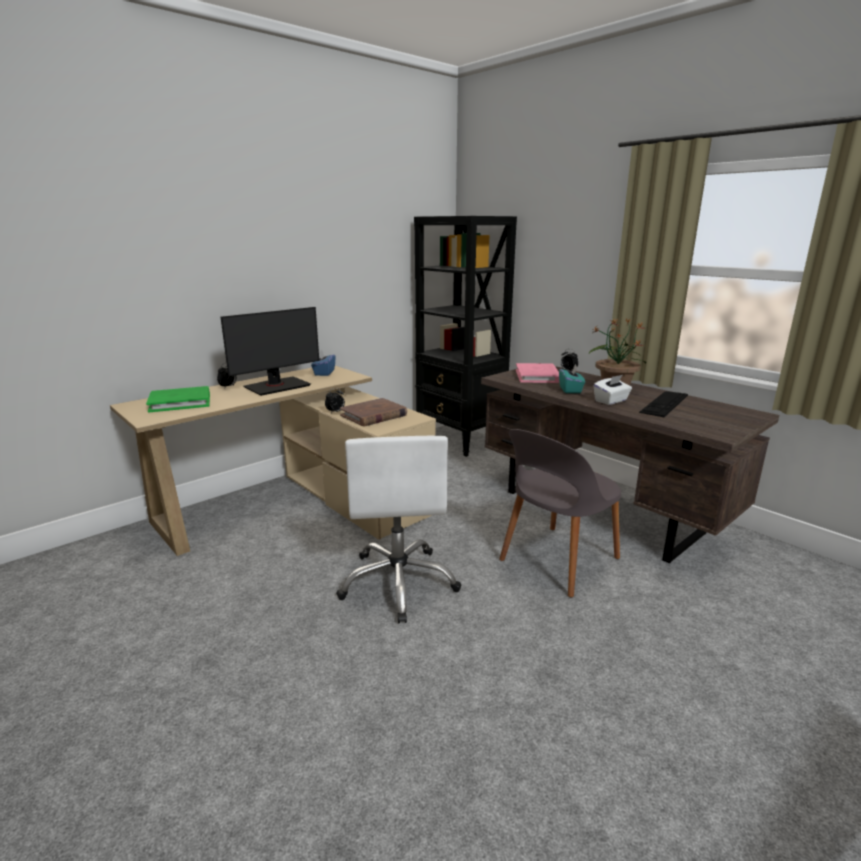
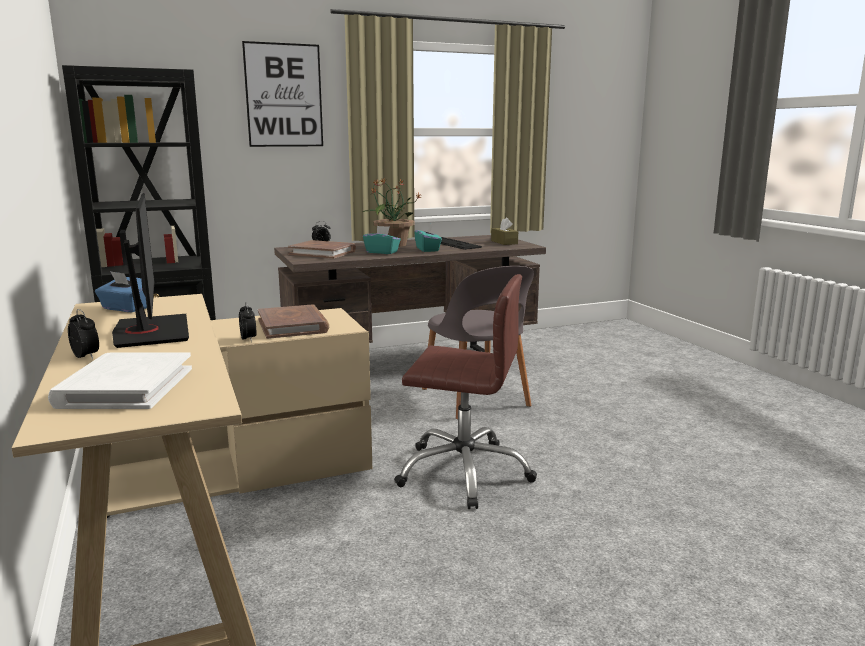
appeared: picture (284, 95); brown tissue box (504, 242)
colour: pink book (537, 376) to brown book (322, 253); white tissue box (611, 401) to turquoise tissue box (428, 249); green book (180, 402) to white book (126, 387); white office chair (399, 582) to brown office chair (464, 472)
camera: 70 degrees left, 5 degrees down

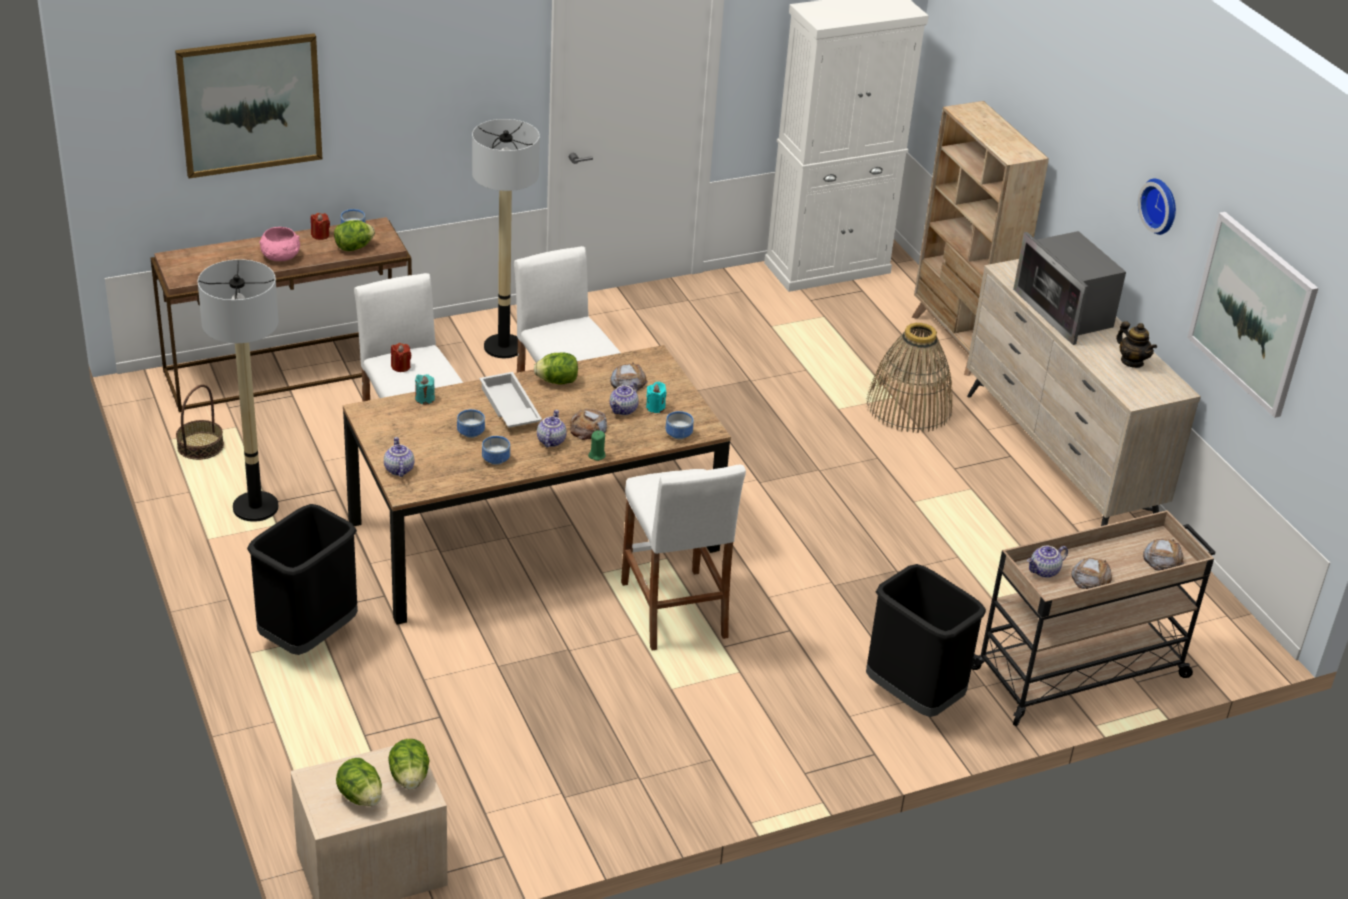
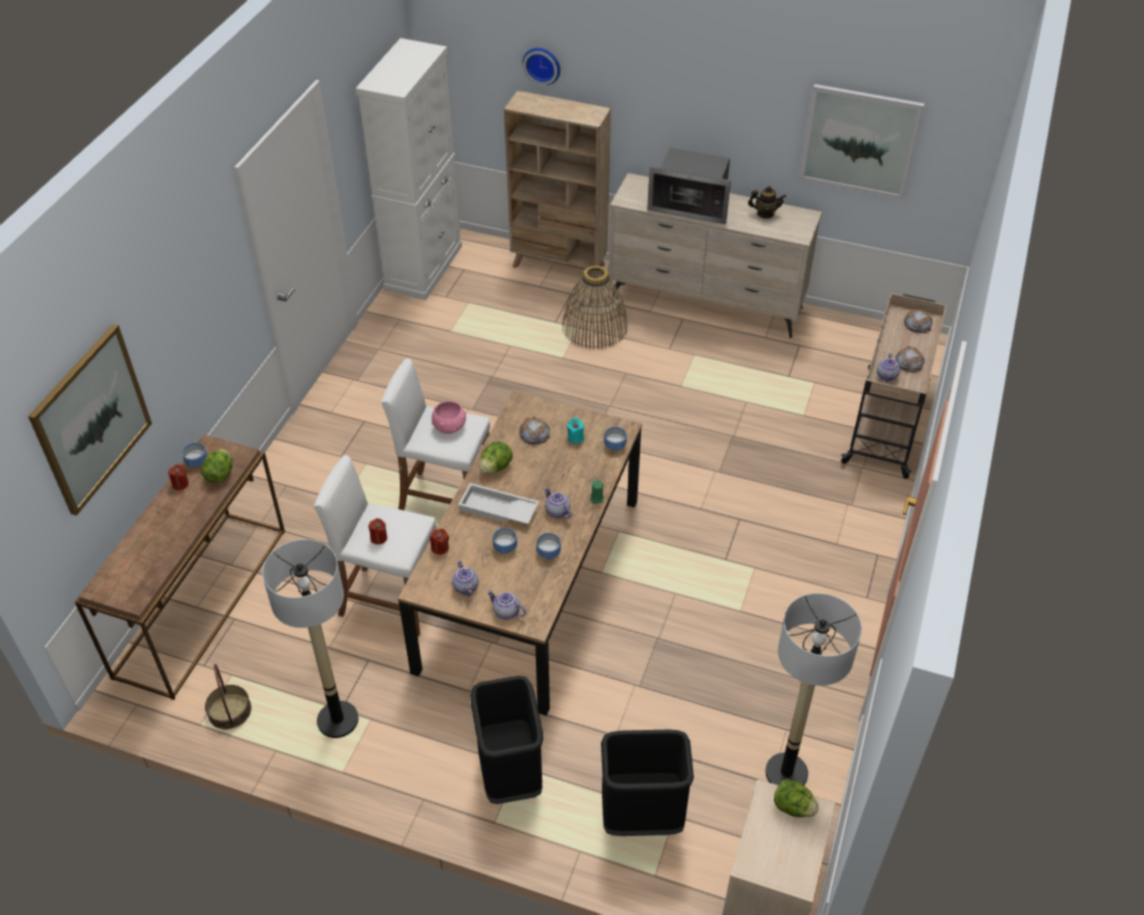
missing: bread (588, 428); white stool (674, 610); lettuce (360, 796)
relocated: floor lamp (503, 347) to (786, 773); wall clock (1161, 205) to (542, 64); pink bowl (281, 257) to (450, 426); teapot (624, 410) to (466, 587); black trash can (912, 696) to (641, 818)
colour: turquoise candle (425, 399) to red candle (440, 548)
camera: 45 degrees left, 10 degrees up

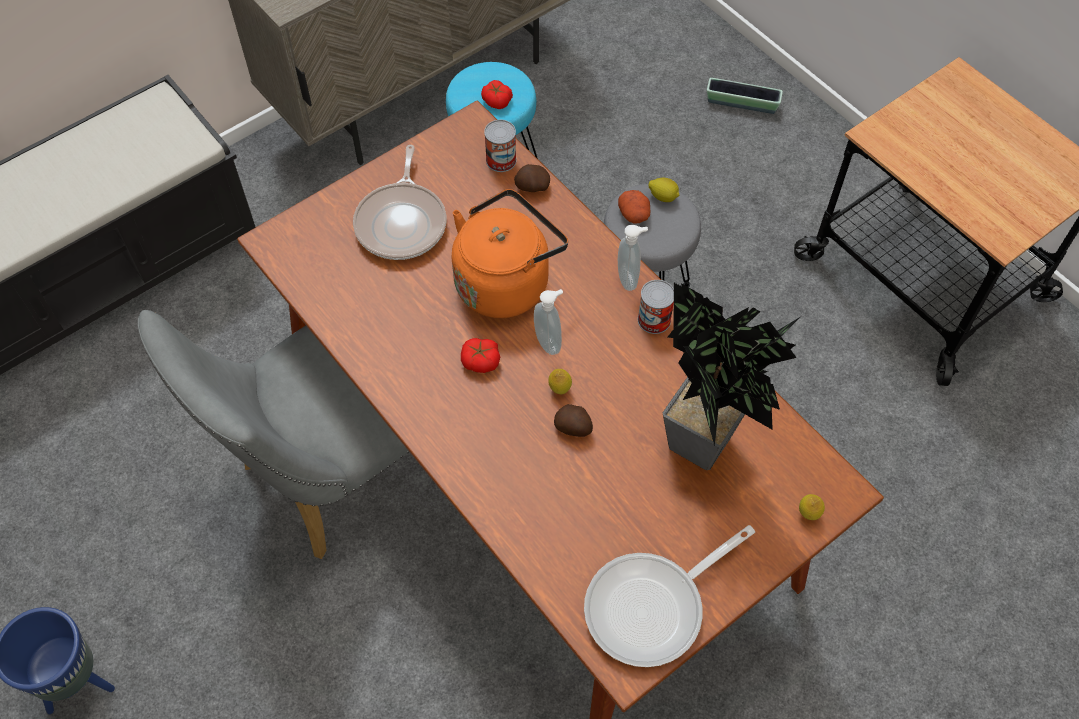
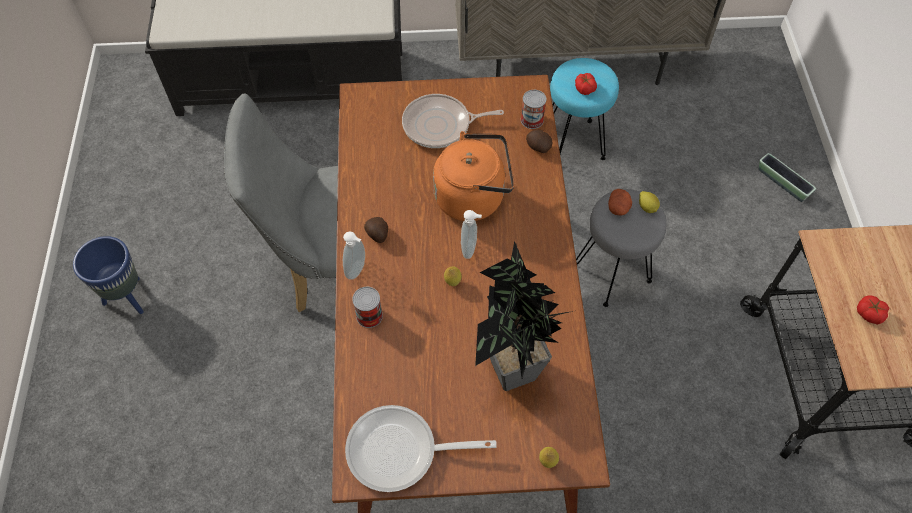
relocated: soap dispenser (629, 278) to (357, 270); can (654, 319) to (369, 316); tomato (481, 361) to (869, 313); potato (574, 428) to (377, 235)
spun: frying pan (402, 222) = (440, 125) 45 degrees clockwise
camera: 35 degrees right, 0 degrees up

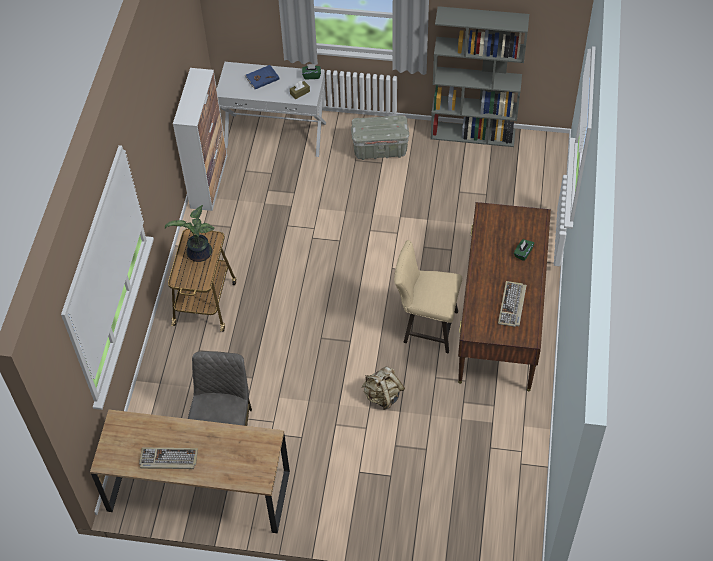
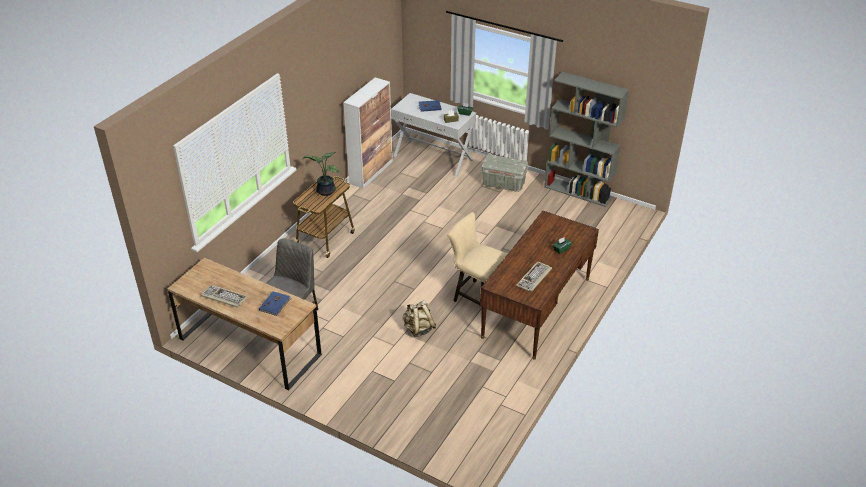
appeared: blue book (275, 304)
camera: 20 degrees right, 15 degrees down

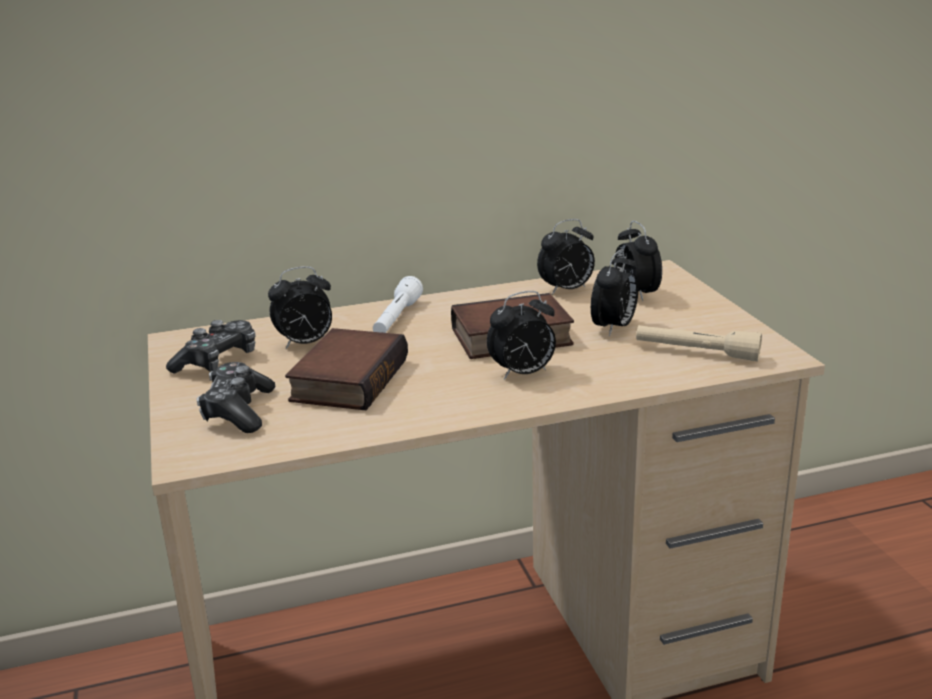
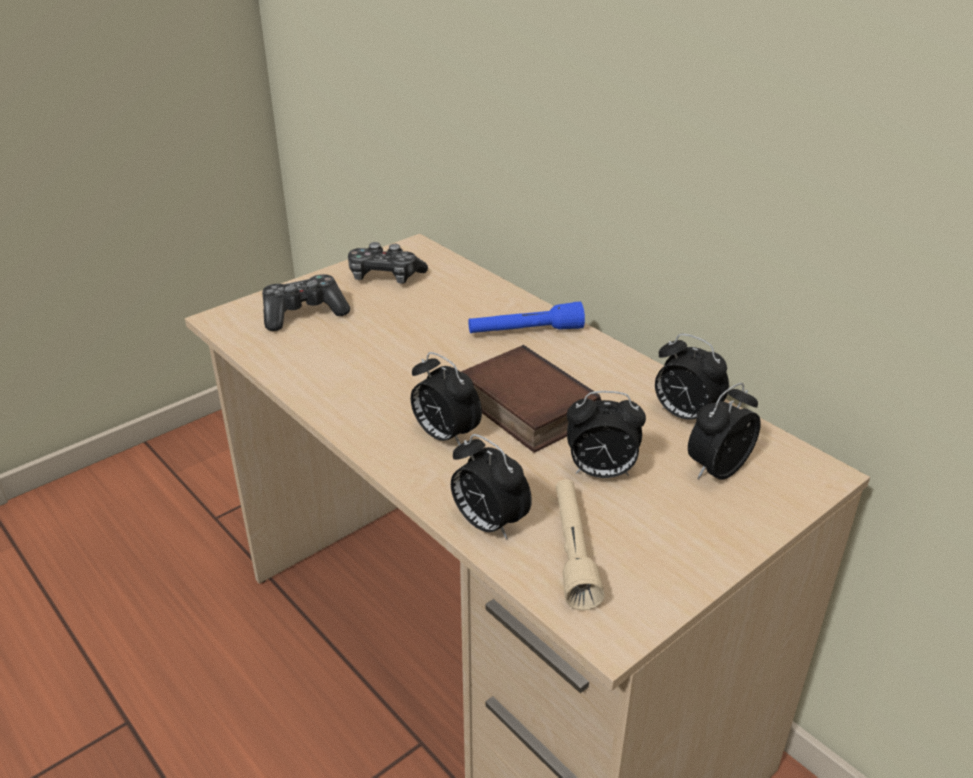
missing: book (347, 379)
relocated: alarm clock (305, 344) to (488, 524)
colour: white flashlight (397, 319) to blue flashlight (525, 332)
camera: 65 degrees right, 10 degrees up

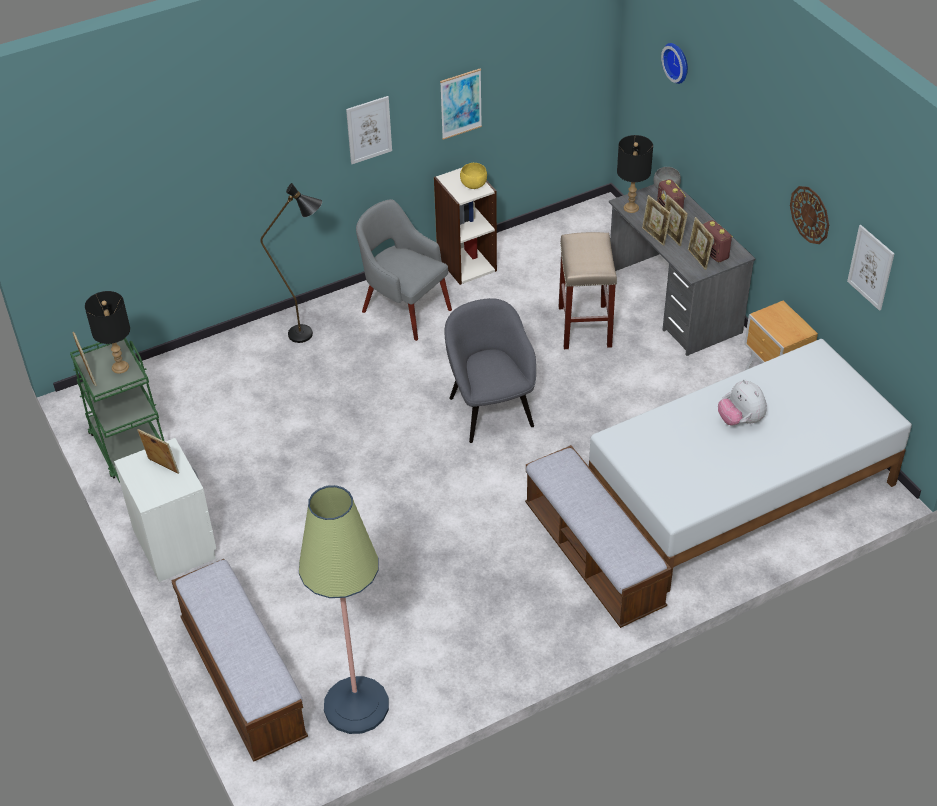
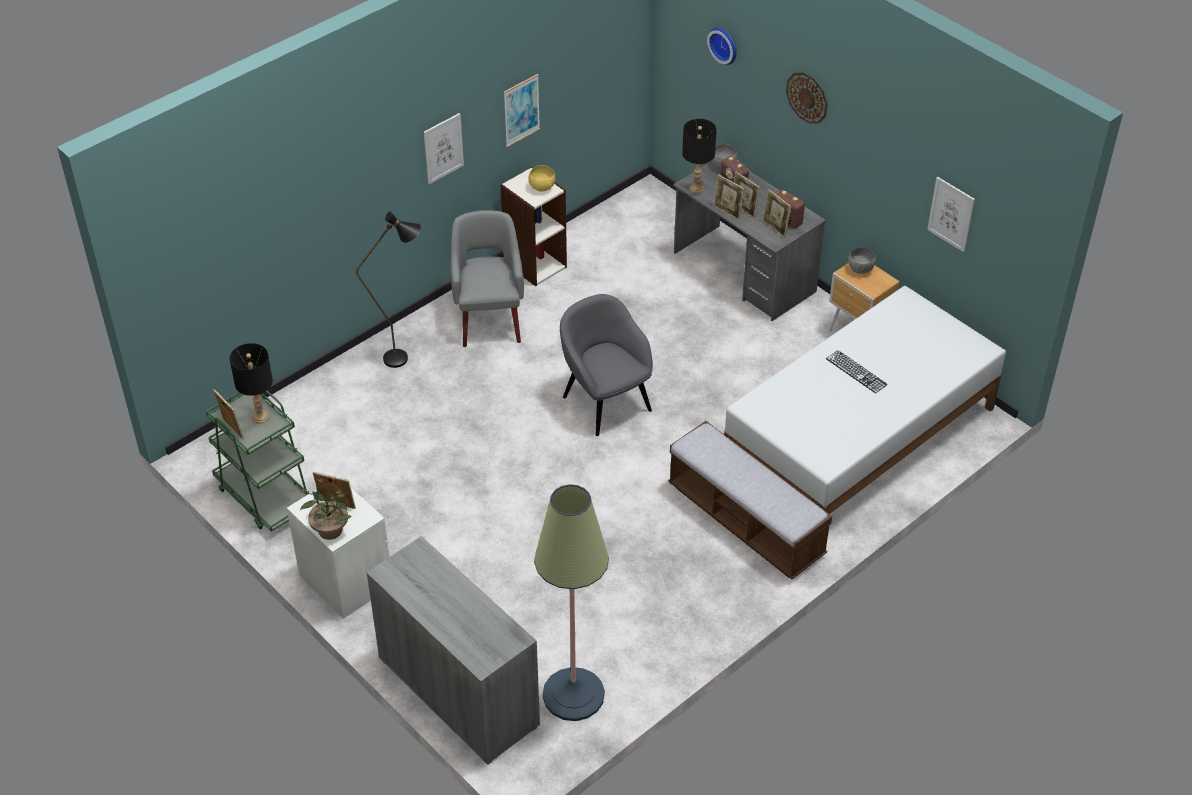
missing: beige stool (584, 326)
appeared: grey bowl (861, 269); potted plant (330, 530)
relocated: wall clock (810, 214) to (807, 97)
exchanged: plush toy (740, 420) to keyboard (856, 371); bench (243, 679) to grey cabinet (458, 692)
spun: grey armchair (404, 309) = (489, 318) 60 degrees clockwise
camera: 15 degrees left, 0 degrees up

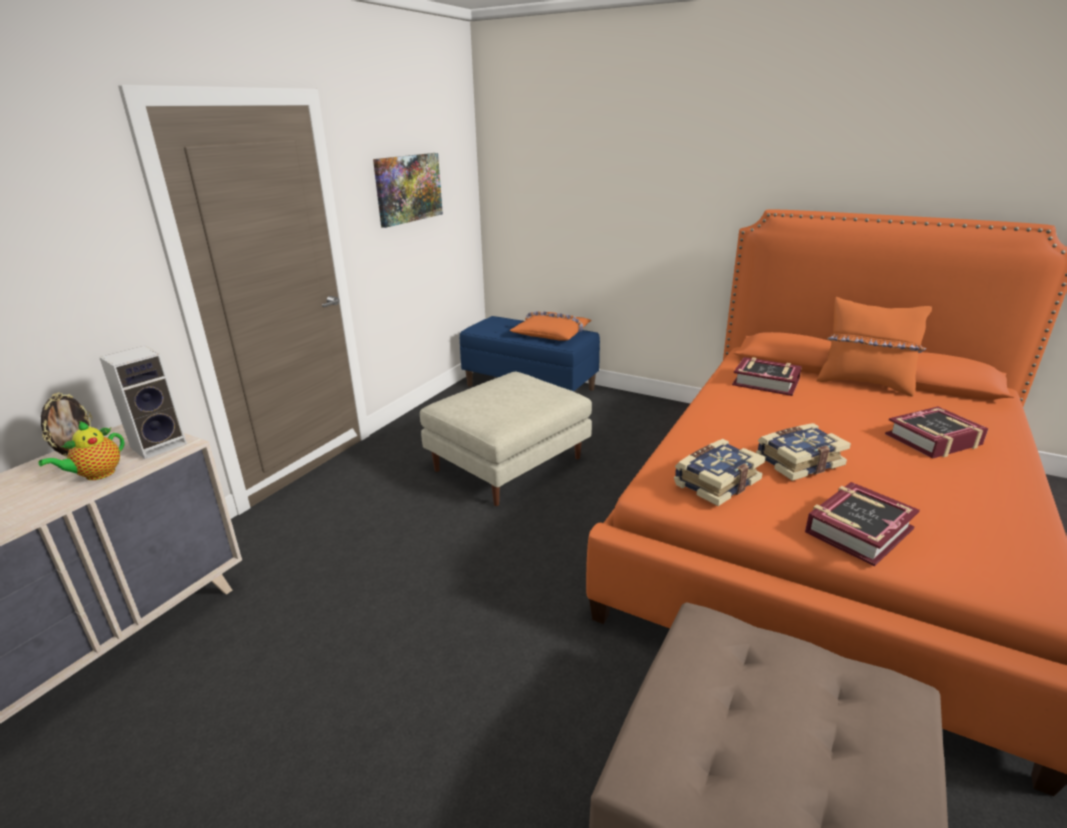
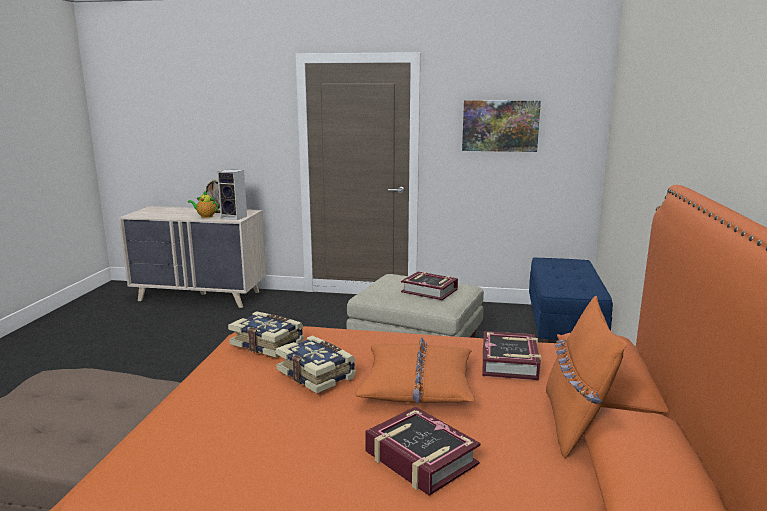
relocated: orange pillow (552, 333) to (417, 384); book (857, 530) to (429, 291)
camera: 70 degrees right, 10 degrees down

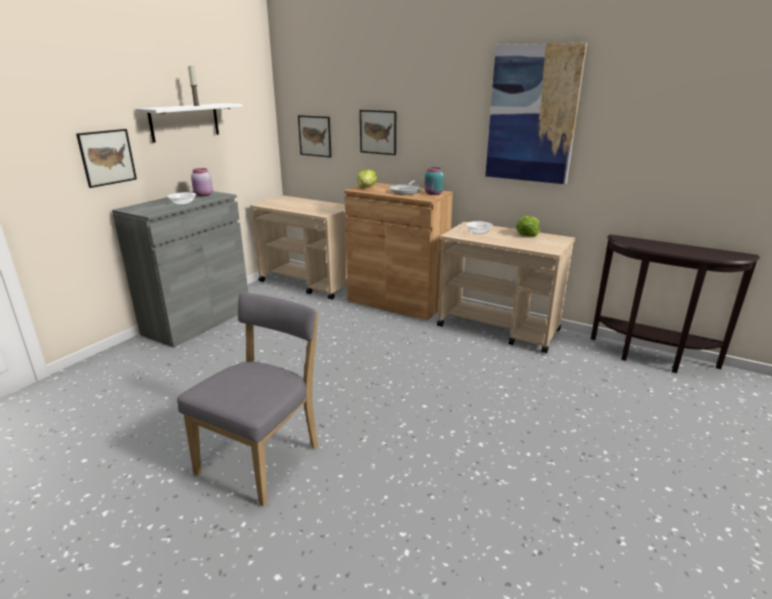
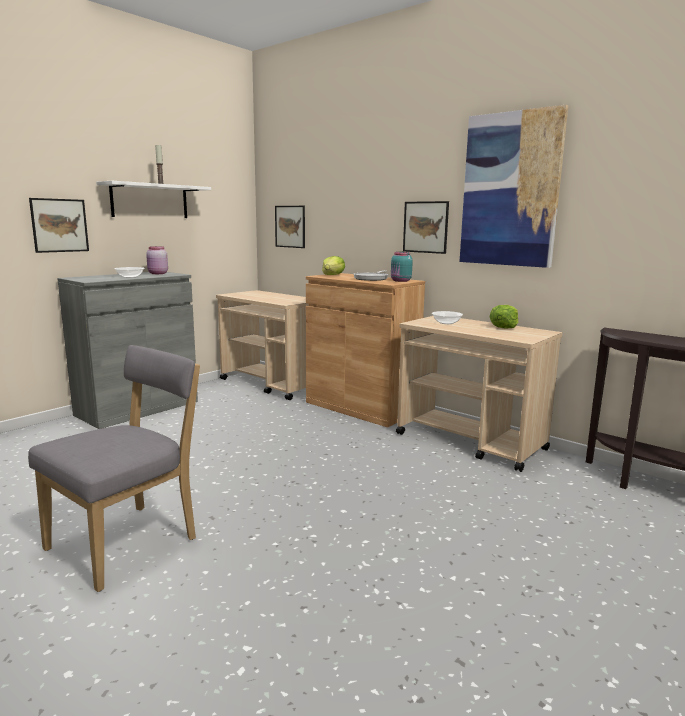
relocated: picture (378, 132) to (425, 227)
camera: 10 degrees right, 10 degrees down

